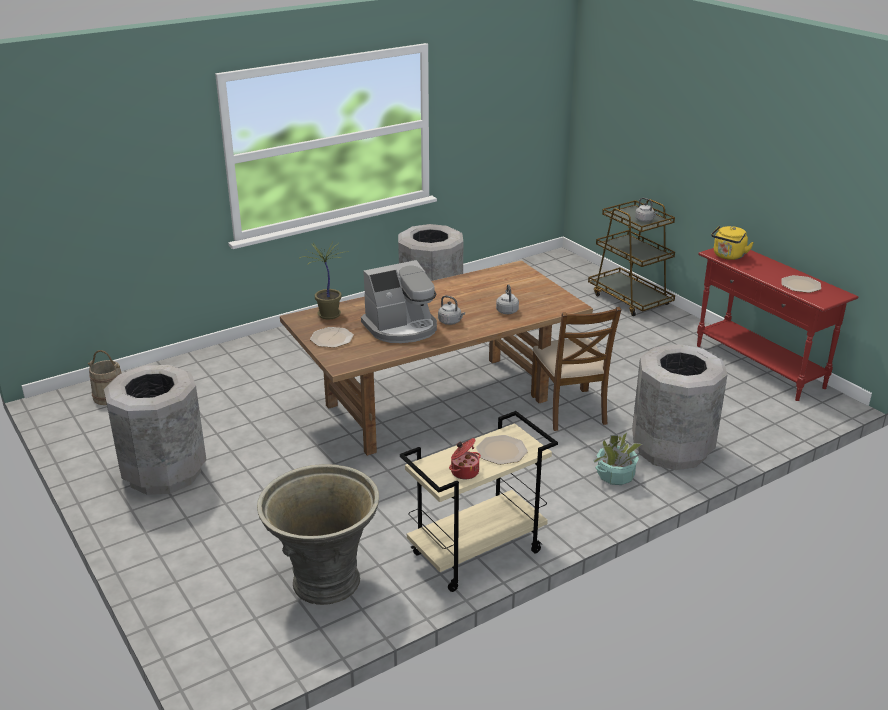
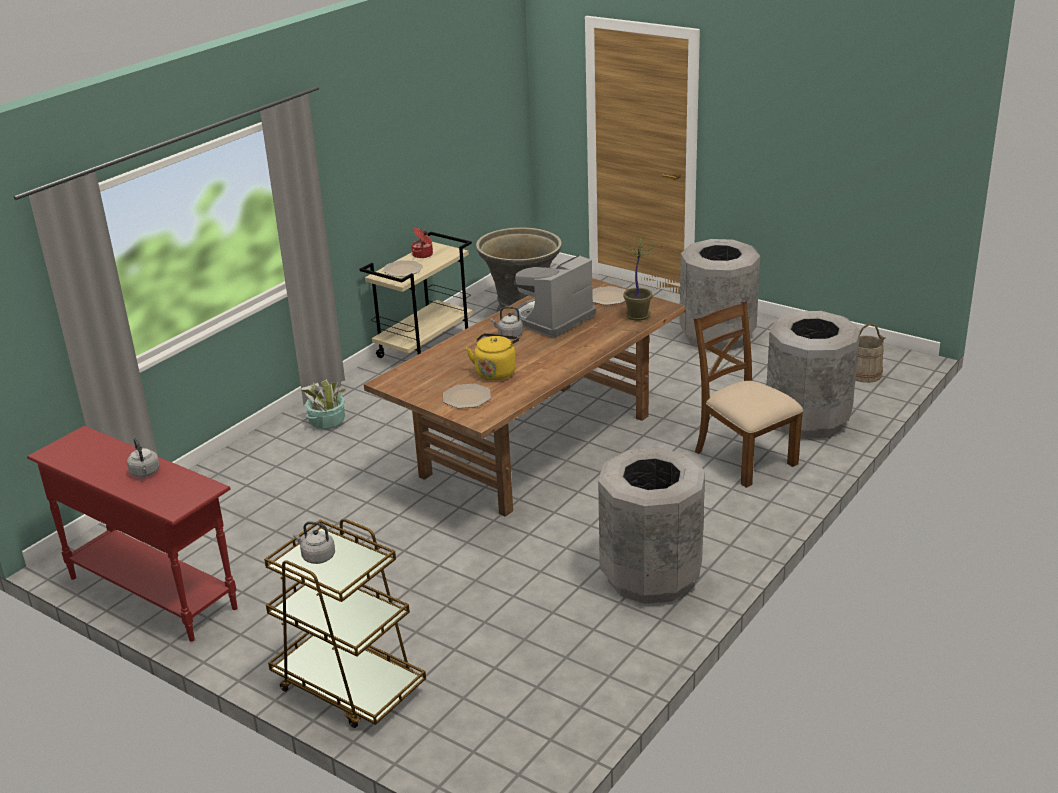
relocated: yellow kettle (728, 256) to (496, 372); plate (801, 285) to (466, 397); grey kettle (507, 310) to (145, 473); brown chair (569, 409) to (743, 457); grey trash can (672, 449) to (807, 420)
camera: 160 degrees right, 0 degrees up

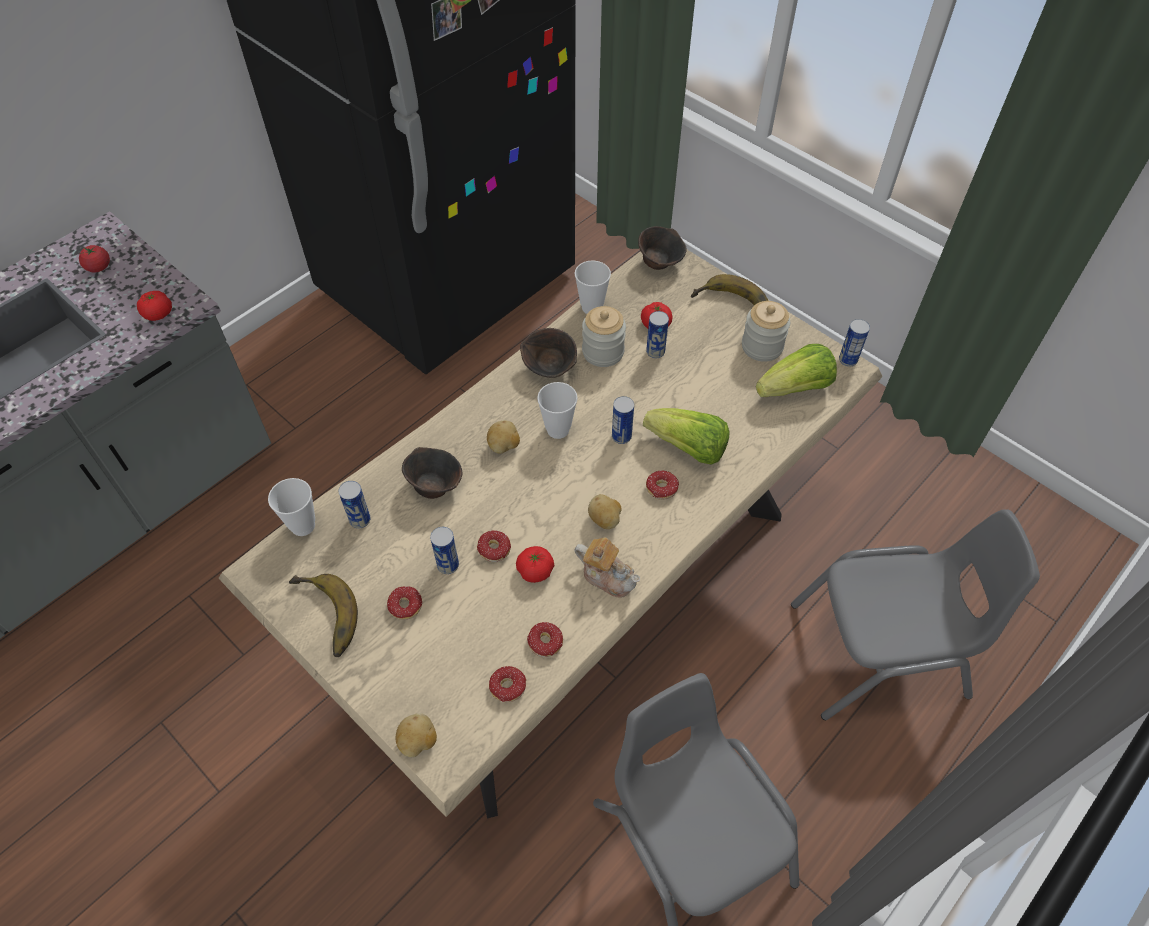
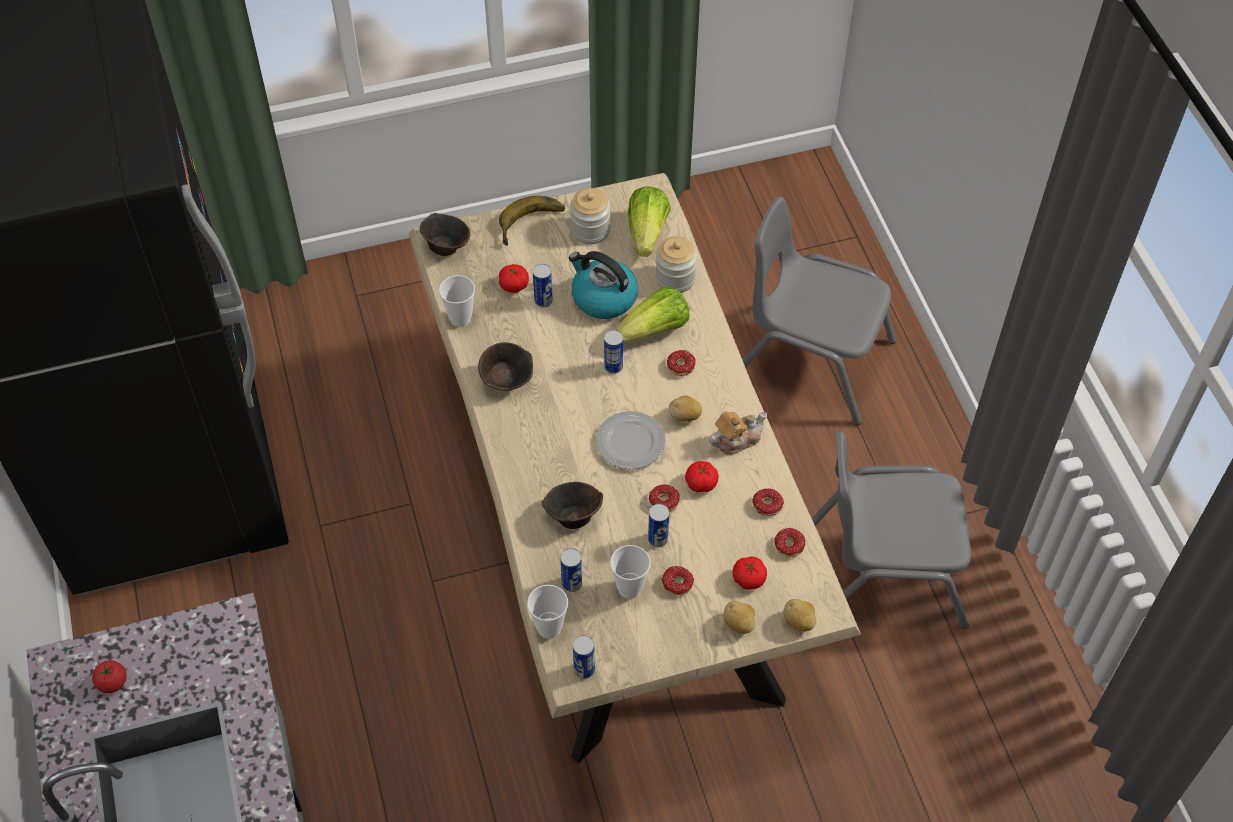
missing: banana (322, 618)
appeared: kettle (603, 298); plate (630, 442)
relocated: tomato (158, 314) to (748, 579); jar (603, 352) to (675, 278); can (848, 360) to (584, 670); cup (558, 429) to (629, 588); potato (504, 446) to (739, 624)
spun: grey chair (880, 652) = (811, 359) 90 degrees counterclockwise
camera: 60 degrees left, 0 degrees up

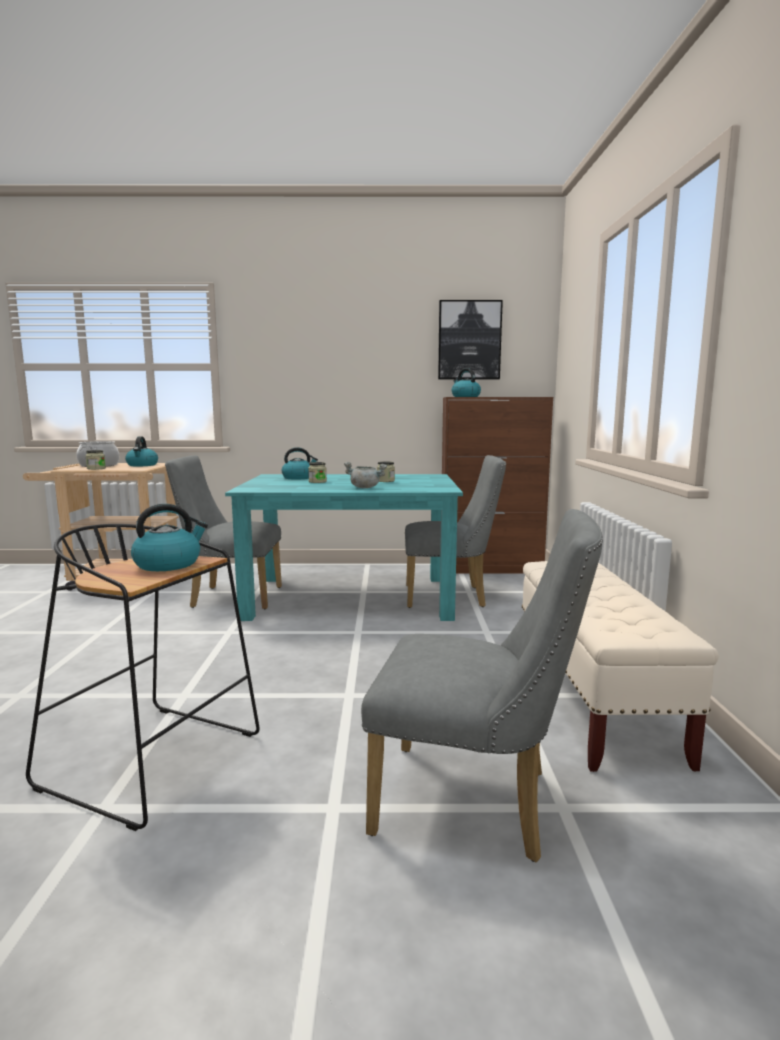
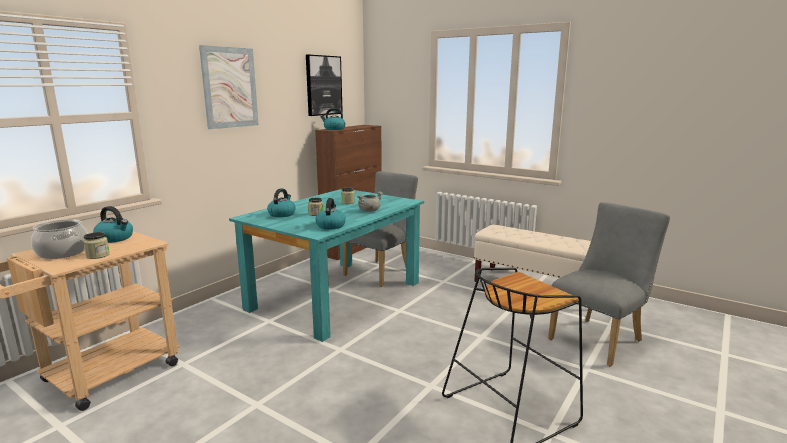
missing: grey chair (230, 597)
appeared: picture (230, 87)
relocated: kettle (169, 564) to (330, 226)
camera: 55 degrees left, 5 degrees up

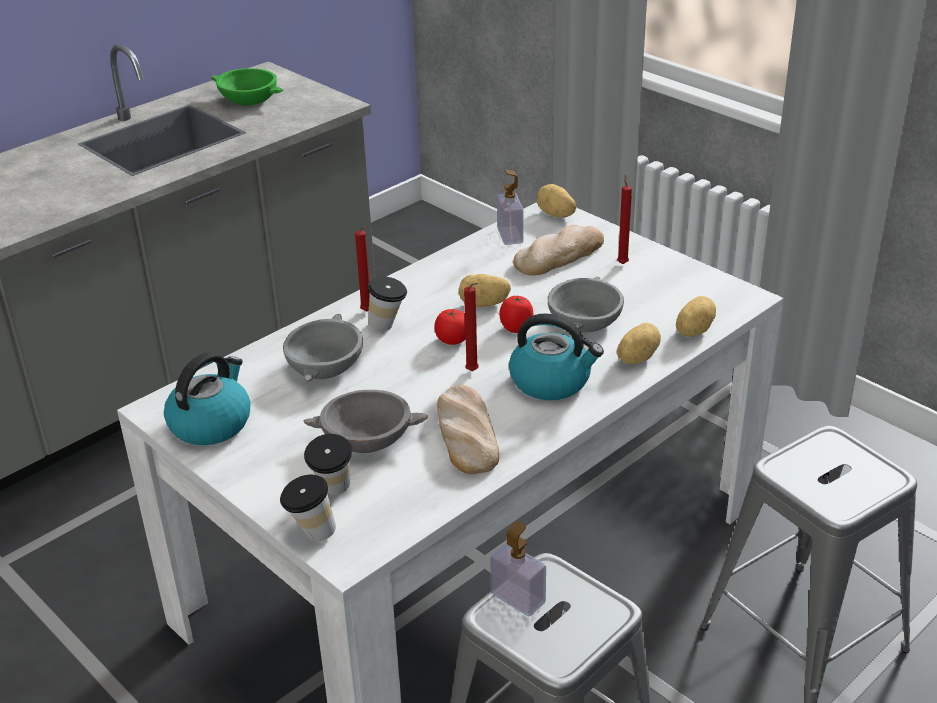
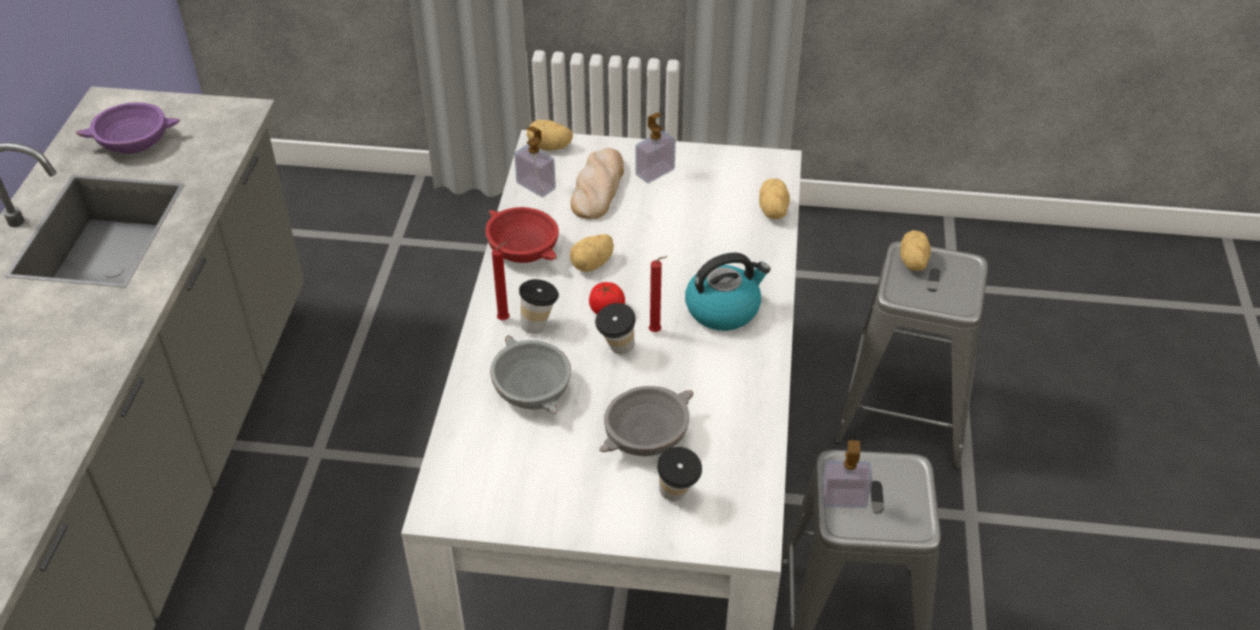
missing: grey bowl (584, 321); tomato (517, 328); kettle (211, 423); bread (466, 434)
appeared: red bowl (522, 249)
relocated: potato (636, 358) to (912, 262); cup (311, 534) to (616, 351)
exchanged: red candle (622, 263) to soap dispenser (655, 172)
colour: green bowl (249, 99) to purple bowl (134, 142)
camera: 40 degrees left, 10 degrees up

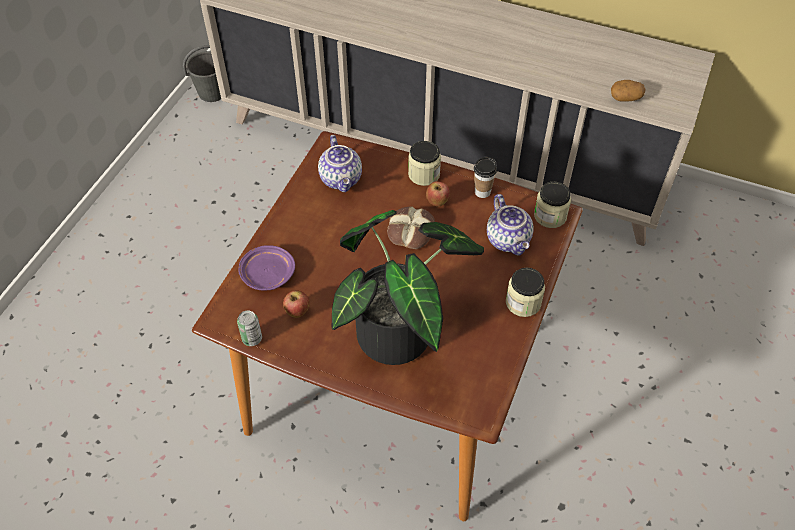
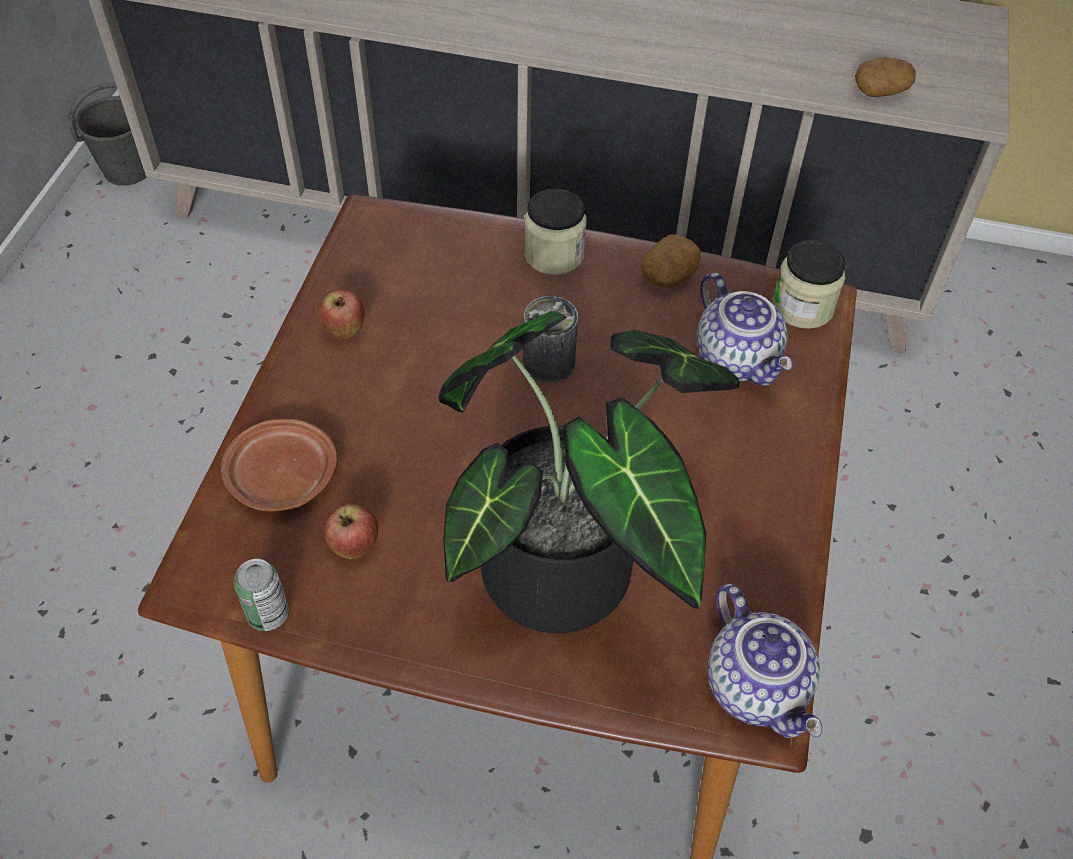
missing: jar (523, 302)
relocated: teapot (342, 179) to (758, 687); apple (437, 202) to (344, 332)
exchanged: cup (482, 192) to potato (669, 276); bread (410, 231) to can (549, 362)
colour: purple plate (267, 274) to brown plate (281, 477)
camera: 10 degrees left, 0 degrees up

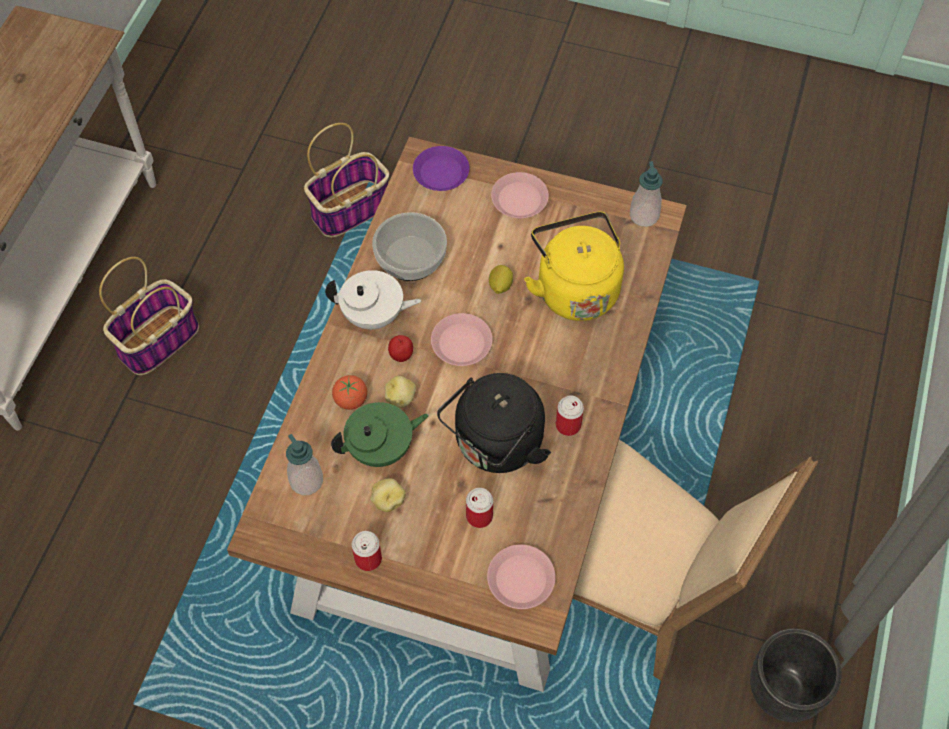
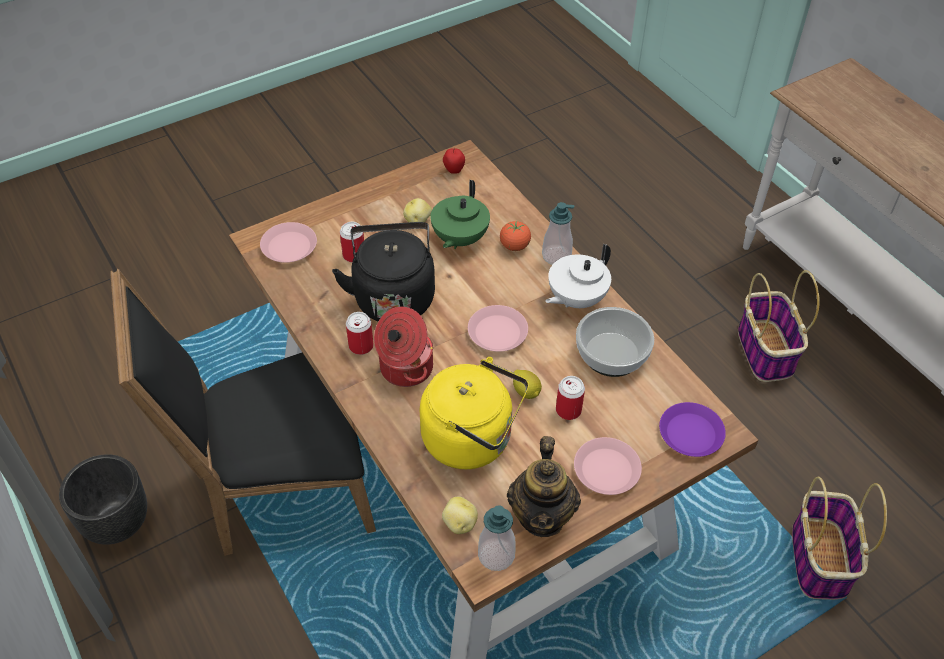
appeared: cooking pot (404, 368); teapot (542, 515)
relocated: apple (401, 357) to (454, 171); potato (401, 398) to (459, 524); soap dispenser (306, 481) to (556, 256); can (368, 559) to (568, 410)
colour: beige chair (633, 595) to black chair (279, 490)
camera: 130 degrees right, 10 degrees down

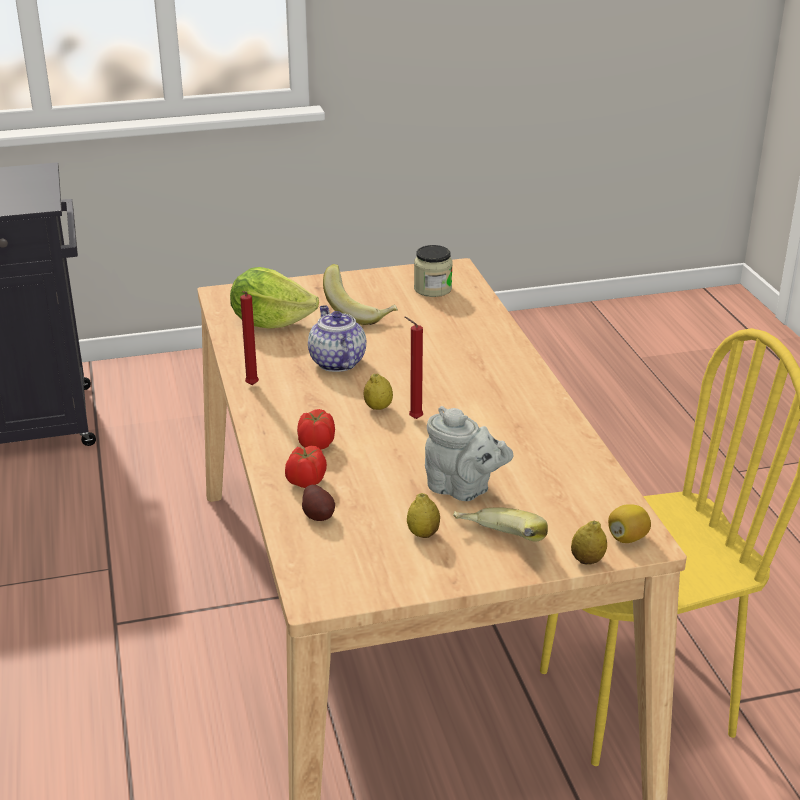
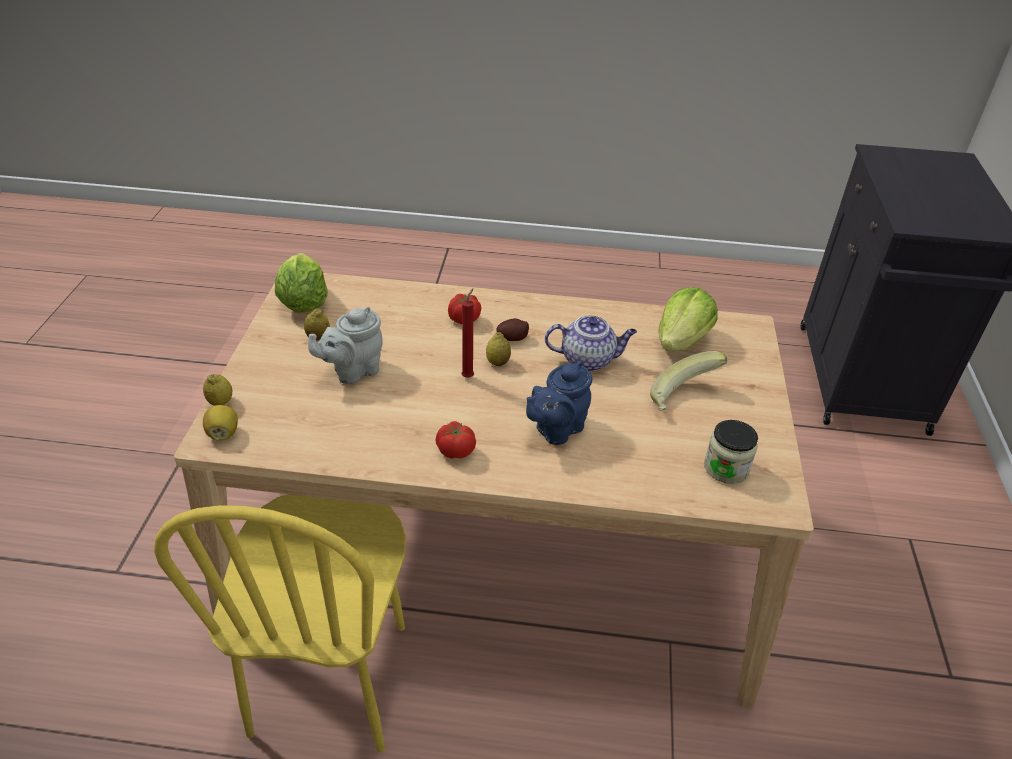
missing: red candle (251, 386); banana (497, 546)
appeared: lettuce (303, 302); blue teapot (556, 429)
relocated: tomato (305, 481) to (455, 451); potato (318, 515) to (512, 338)
camera: 110 degrees right, 10 degrees up

